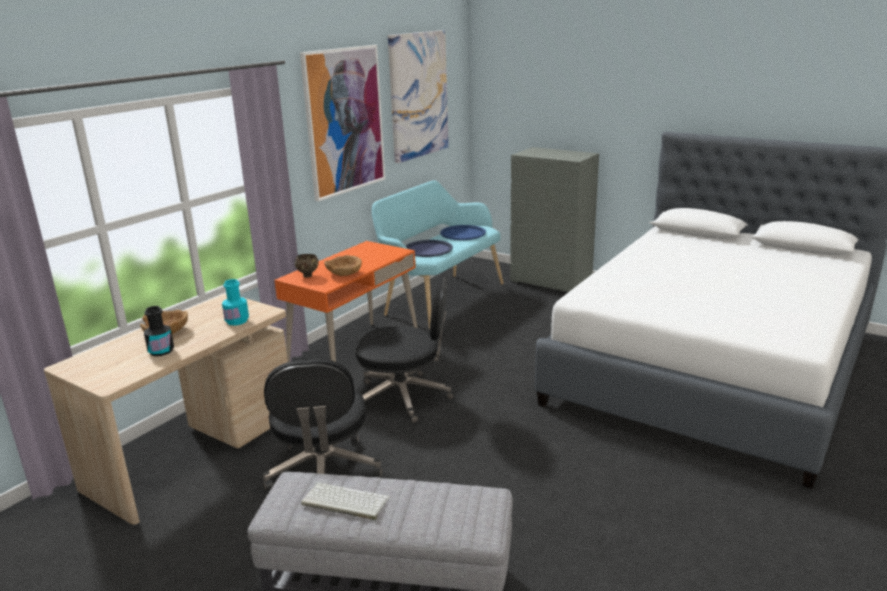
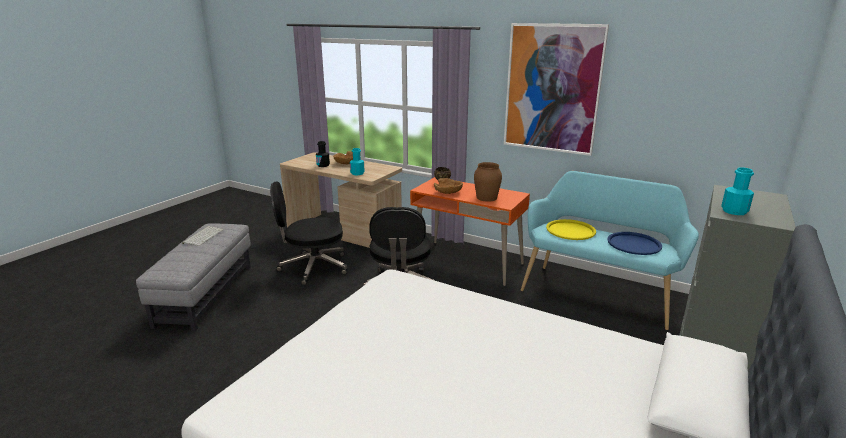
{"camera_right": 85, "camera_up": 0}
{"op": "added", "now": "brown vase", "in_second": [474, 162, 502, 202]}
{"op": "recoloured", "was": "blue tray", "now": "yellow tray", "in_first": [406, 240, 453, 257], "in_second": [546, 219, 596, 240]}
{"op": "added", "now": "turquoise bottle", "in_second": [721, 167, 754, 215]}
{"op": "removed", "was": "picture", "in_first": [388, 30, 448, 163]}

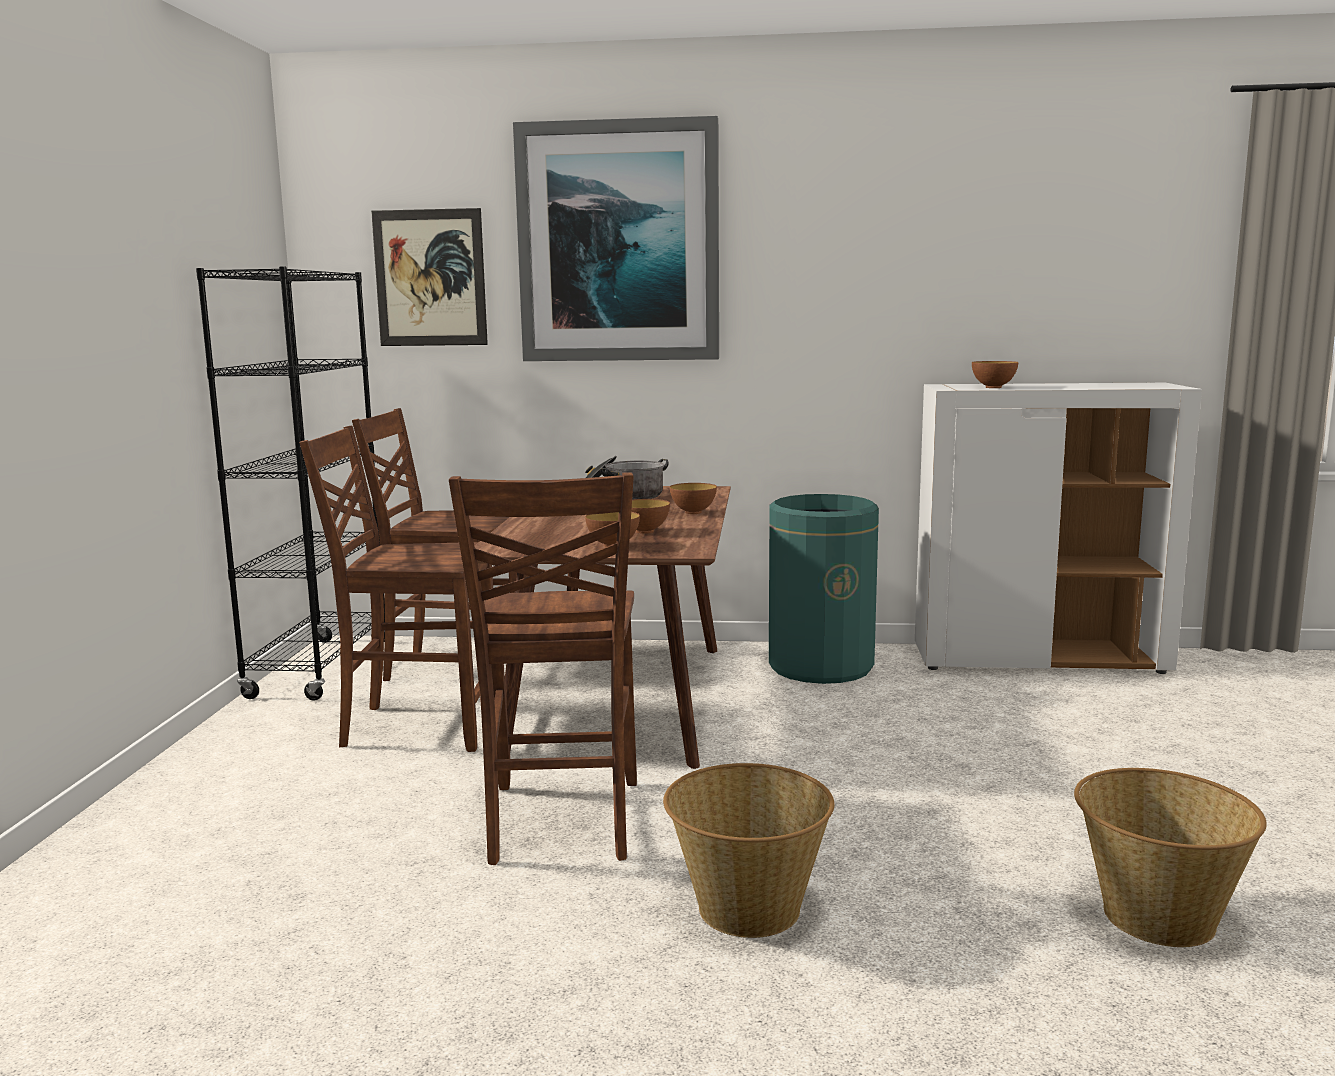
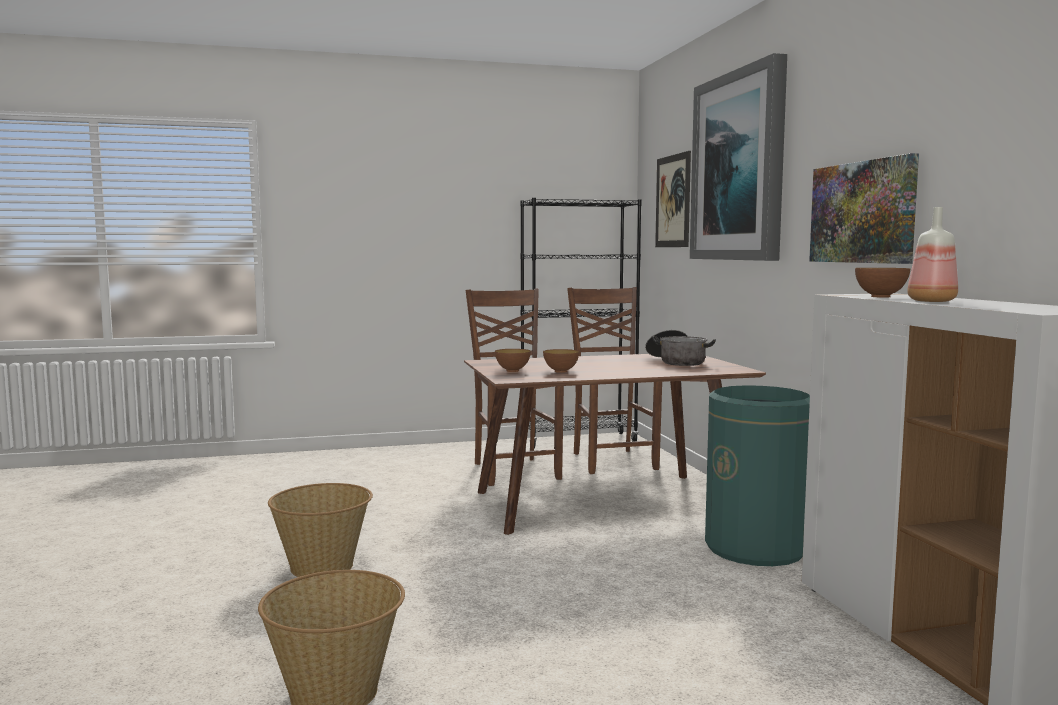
{"camera_right": 70, "camera_up": -5}
{"op": "added", "now": "picture", "in_second": [809, 153, 919, 264]}
{"op": "added", "now": "bottle", "in_second": [907, 207, 958, 302]}
{"op": "removed", "was": "brown chair", "in_first": [449, 472, 637, 865]}
{"op": "removed", "was": "bowl", "in_first": [670, 483, 717, 514]}

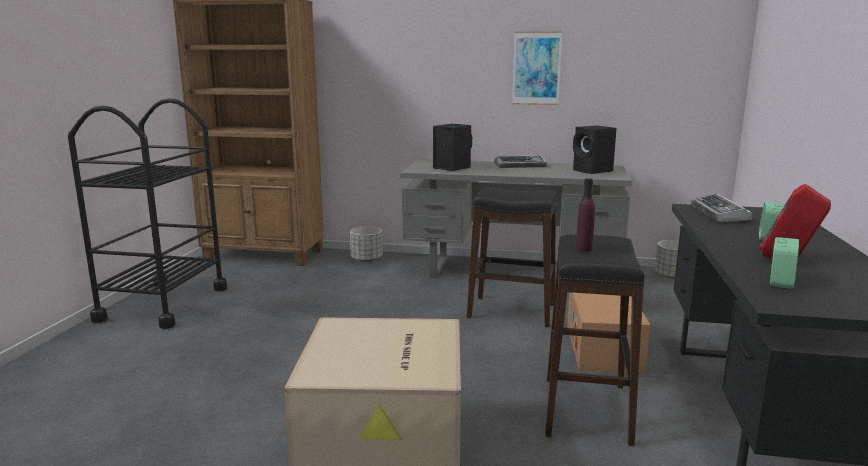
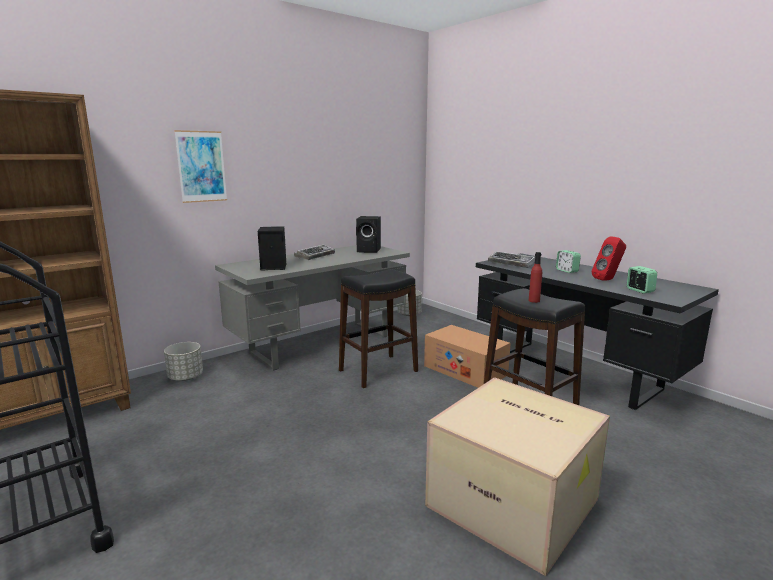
{"camera_right": -50, "camera_up": 0}
{"op": "moved", "was": "picture", "in_first": [512, 31, 562, 105], "in_second": [174, 130, 227, 203]}
{"op": "recoloured", "was": "purple bottle", "now": "red bottle", "in_first": [576, 178, 595, 252], "in_second": [528, 252, 542, 303]}

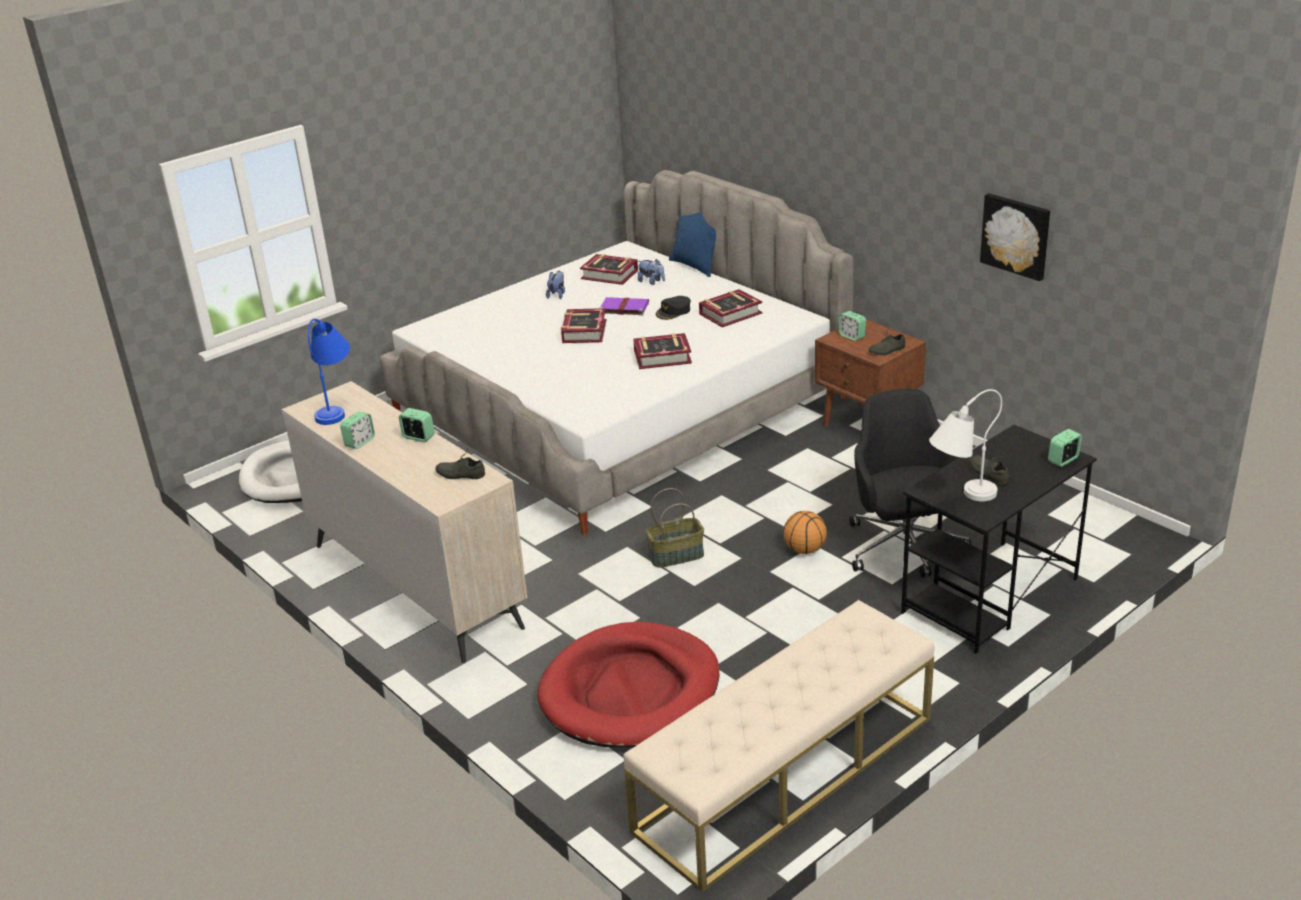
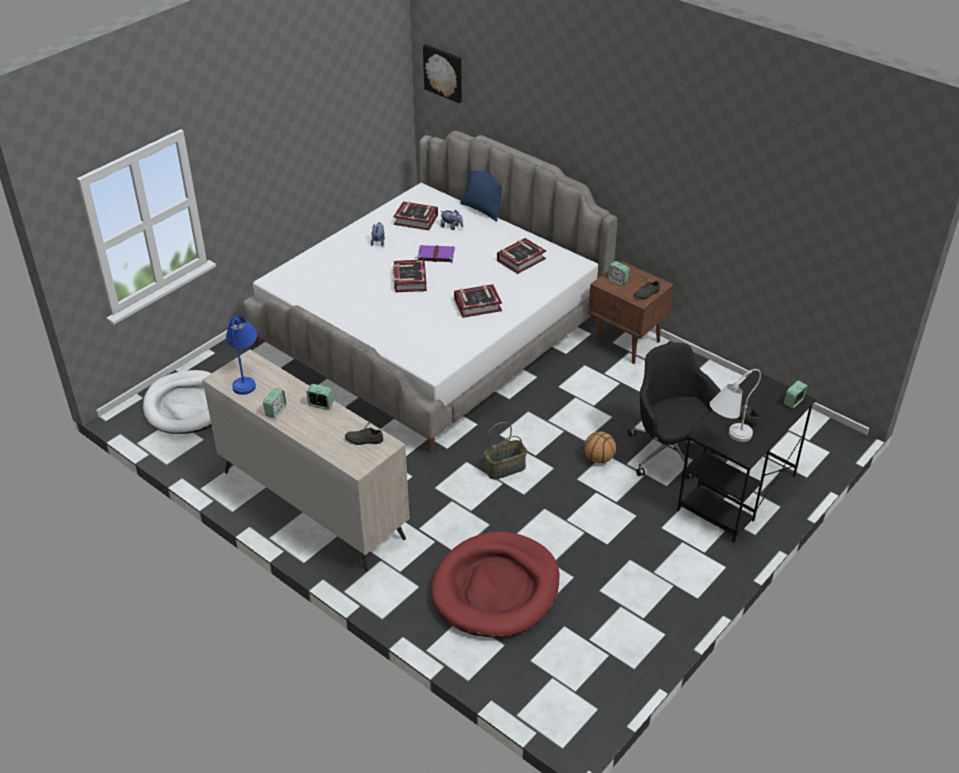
{"camera_right": -10, "camera_up": 10}
{"op": "moved", "was": "picture", "in_first": [980, 193, 1050, 281], "in_second": [423, 44, 462, 103]}
{"op": "removed", "was": "beige bench", "in_first": [624, 600, 935, 893]}
{"op": "removed", "was": "black cap", "in_first": [656, 296, 691, 320]}

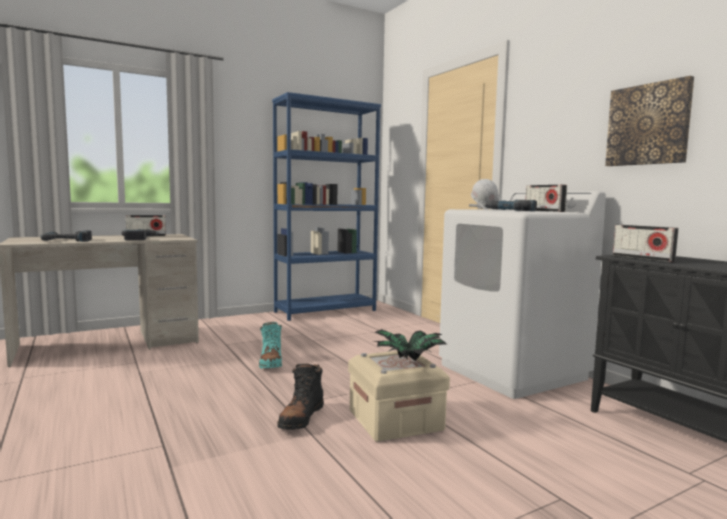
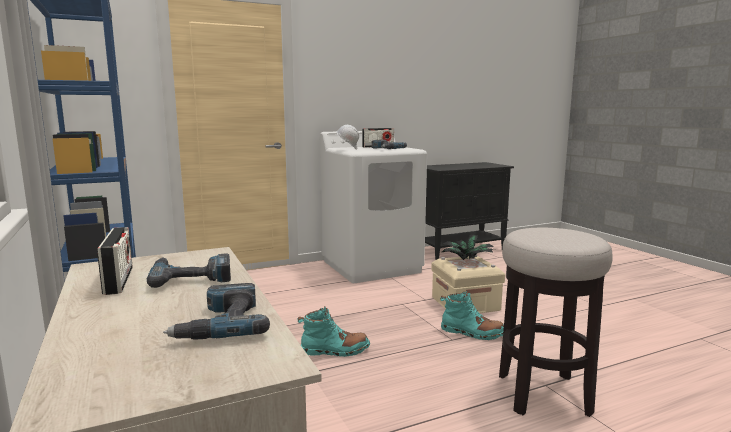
{"camera_right": -85, "camera_up": 5}
{"op": "recoloured", "was": "black boot", "now": "turquoise boot", "in_first": [277, 364, 324, 430], "in_second": [440, 290, 504, 340]}
{"op": "added", "now": "stool", "in_second": [499, 228, 613, 417]}
{"op": "removed", "was": "picture", "in_first": [605, 76, 694, 166]}
{"op": "removed", "was": "radio", "in_first": [613, 225, 679, 262]}

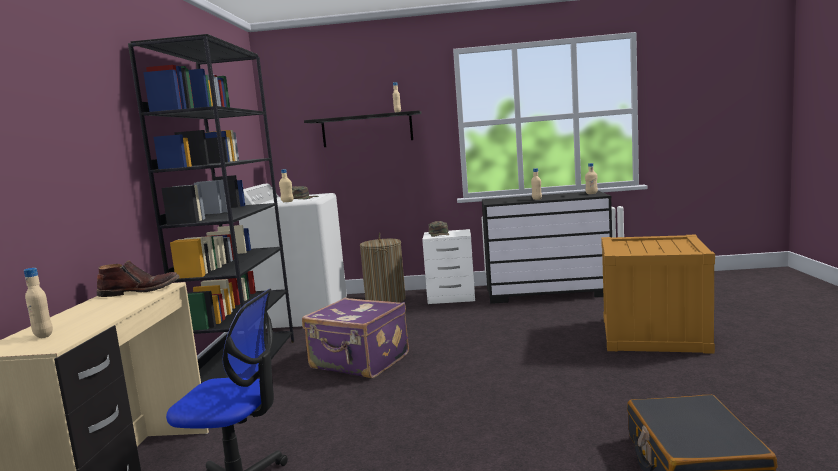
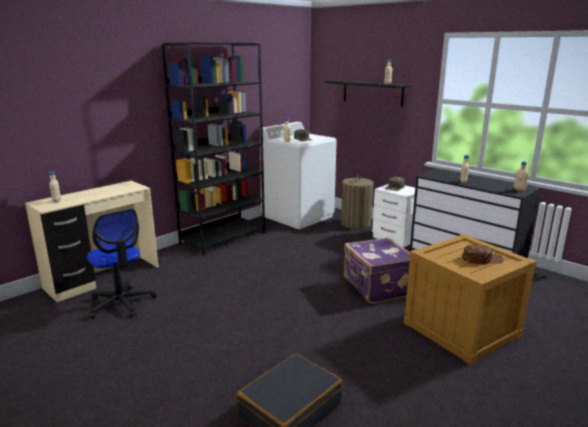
{"camera_right": 40, "camera_up": 10}
{"op": "moved", "was": "purple suitcase", "in_first": [302, 297, 409, 378], "in_second": [344, 237, 410, 304]}
{"op": "added", "now": "brown cap", "in_second": [463, 244, 504, 264]}
{"op": "removed", "was": "brown boot", "in_first": [97, 260, 180, 297]}

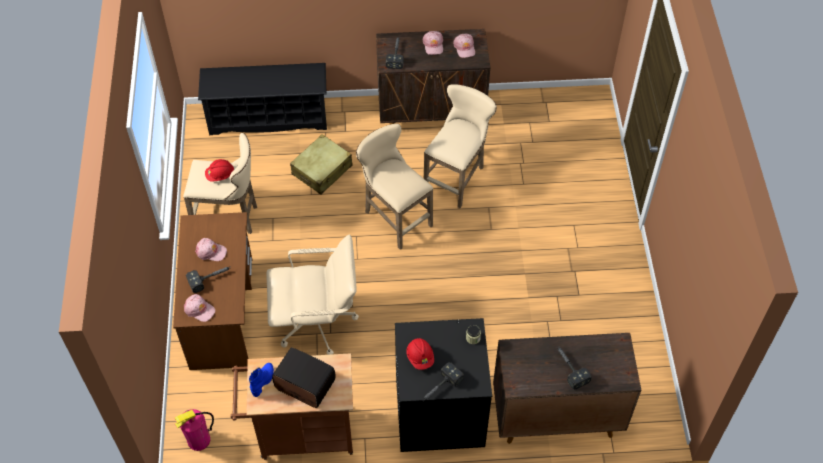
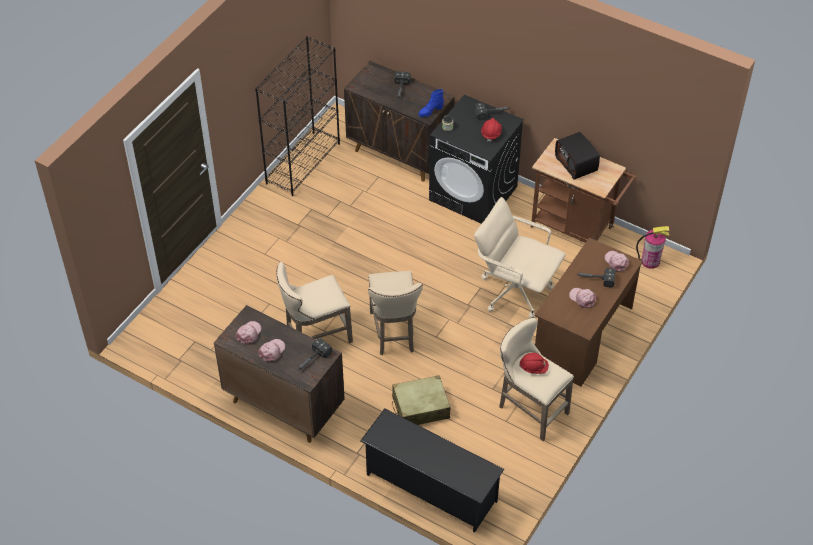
{"camera_right": -145, "camera_up": -5}
{"op": "added", "now": "black bookcase", "in_second": [255, 36, 340, 196]}
{"op": "moved", "was": "blue boot", "in_first": [249, 363, 274, 397], "in_second": [418, 89, 444, 117]}

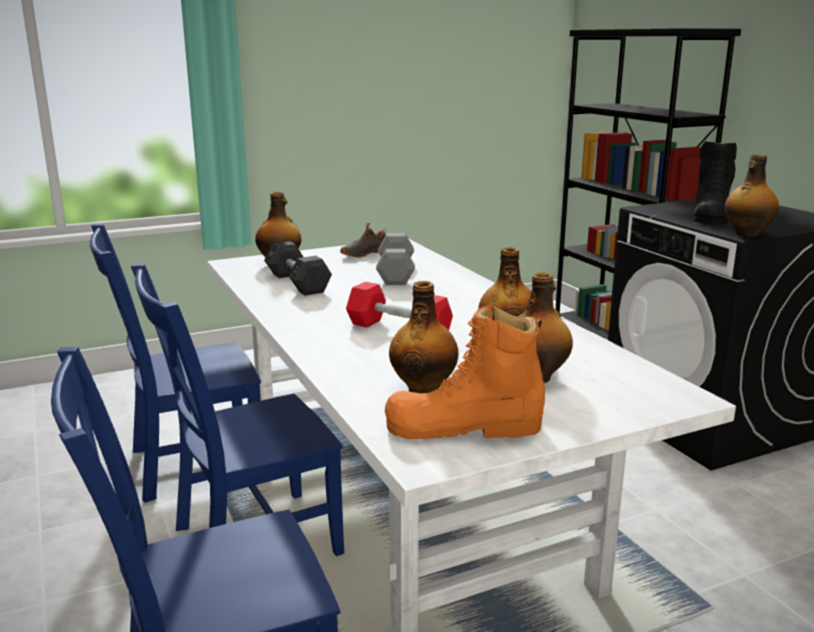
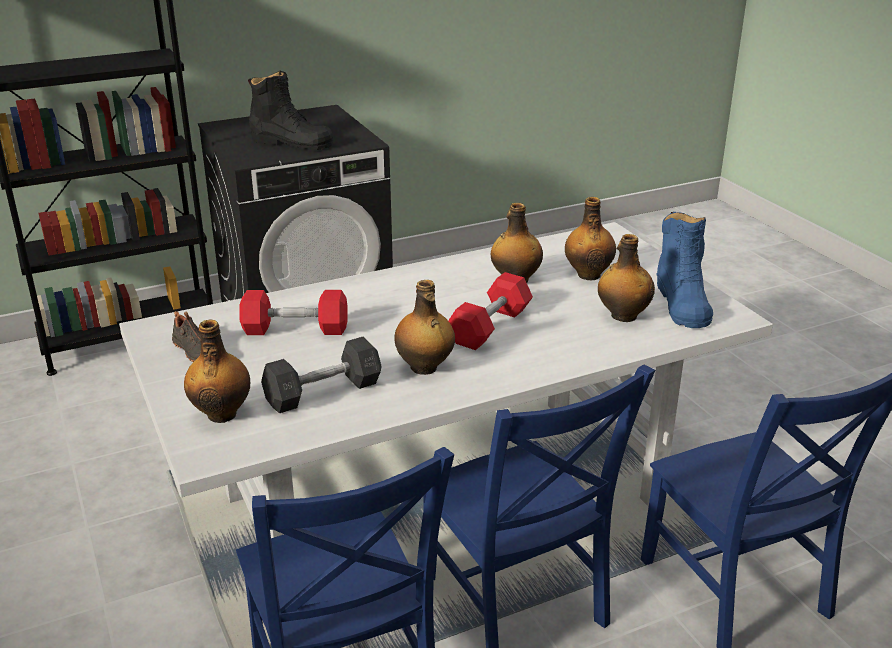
{"camera_right": -90, "camera_up": 10}
{"op": "recoloured", "was": "grey dumbbell", "now": "red dumbbell", "in_first": [376, 233, 415, 285], "in_second": [239, 290, 348, 335]}
{"op": "moved", "was": "bottle", "in_first": [725, 154, 779, 237], "in_second": [394, 280, 455, 375]}
{"op": "recoloured", "was": "orange boot", "now": "blue boot", "in_first": [385, 305, 545, 439], "in_second": [656, 212, 713, 328]}

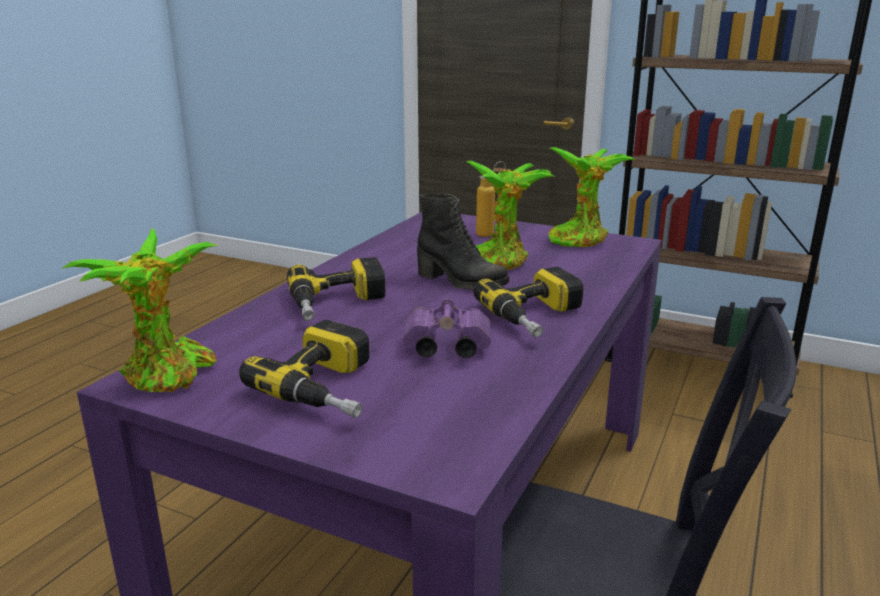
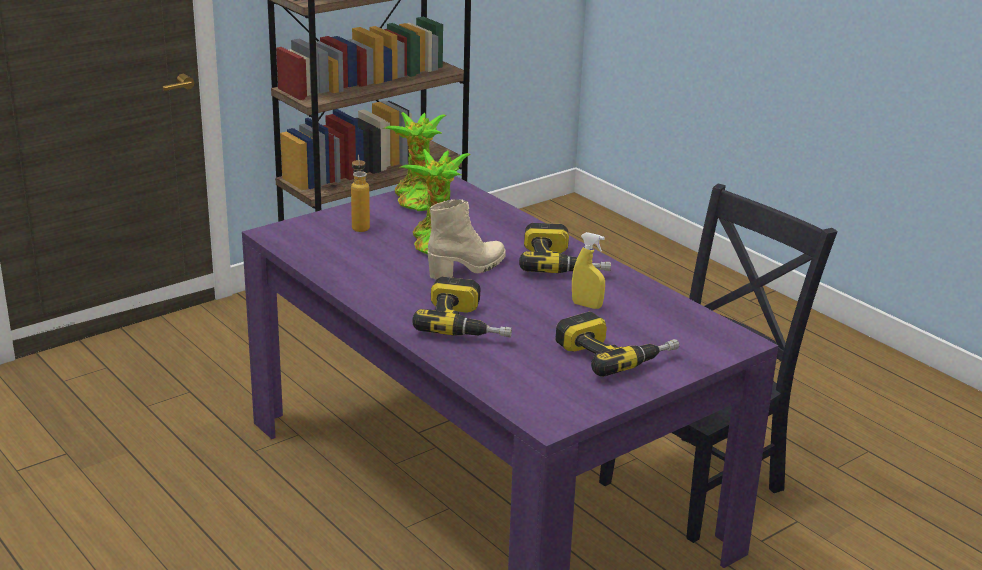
{"camera_right": -65, "camera_up": 5}
{"op": "recoloured", "was": "black boot", "now": "beige boot", "in_first": [417, 193, 509, 290], "in_second": [427, 199, 506, 279]}
{"op": "replaced", "was": "purple binoculars", "now": "yellow spray bottle", "in_first": [402, 299, 491, 358], "in_second": [572, 232, 605, 309]}
{"op": "removed", "was": "potted plant", "in_first": [61, 229, 218, 393]}

